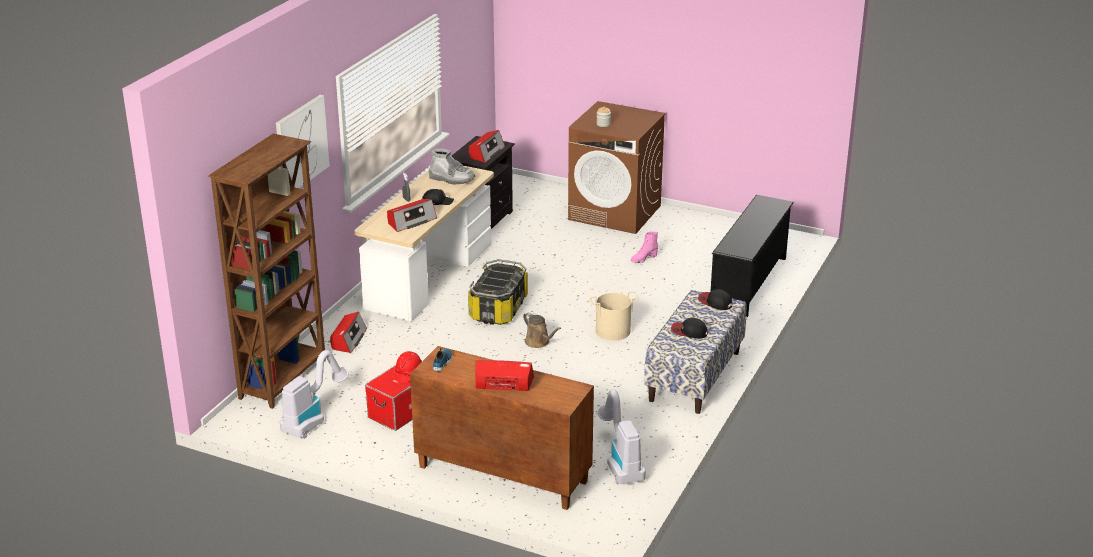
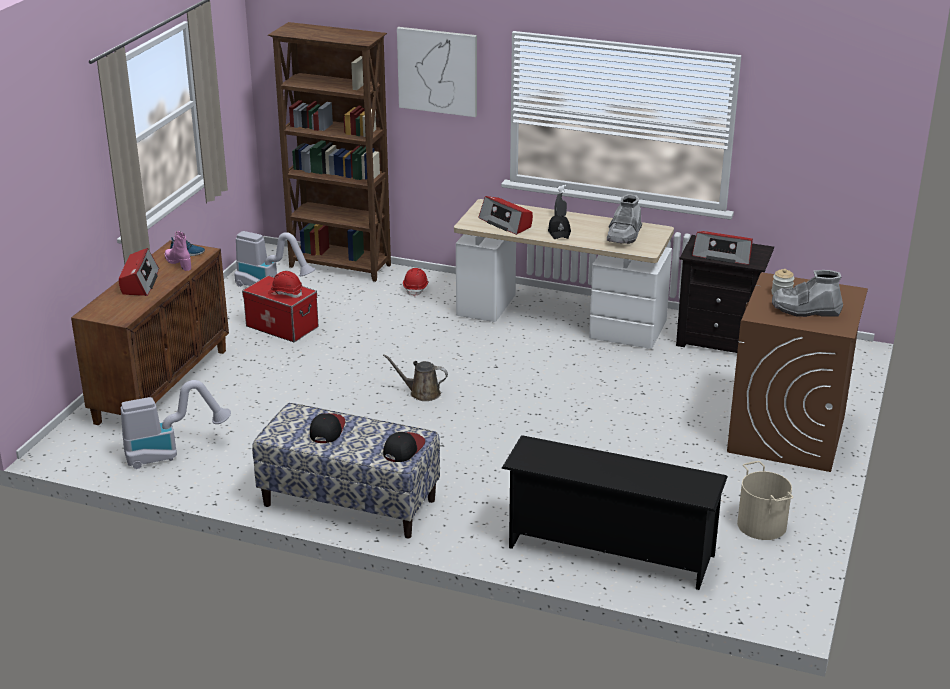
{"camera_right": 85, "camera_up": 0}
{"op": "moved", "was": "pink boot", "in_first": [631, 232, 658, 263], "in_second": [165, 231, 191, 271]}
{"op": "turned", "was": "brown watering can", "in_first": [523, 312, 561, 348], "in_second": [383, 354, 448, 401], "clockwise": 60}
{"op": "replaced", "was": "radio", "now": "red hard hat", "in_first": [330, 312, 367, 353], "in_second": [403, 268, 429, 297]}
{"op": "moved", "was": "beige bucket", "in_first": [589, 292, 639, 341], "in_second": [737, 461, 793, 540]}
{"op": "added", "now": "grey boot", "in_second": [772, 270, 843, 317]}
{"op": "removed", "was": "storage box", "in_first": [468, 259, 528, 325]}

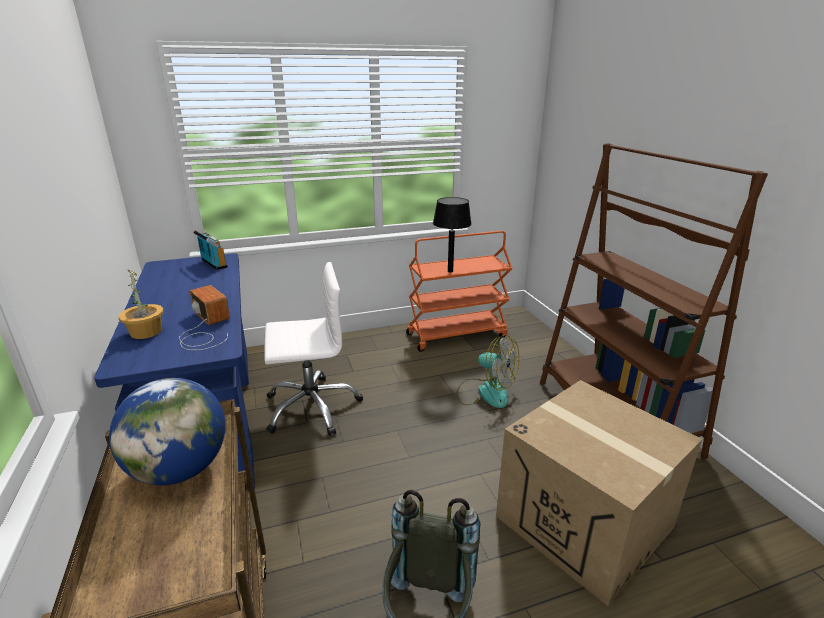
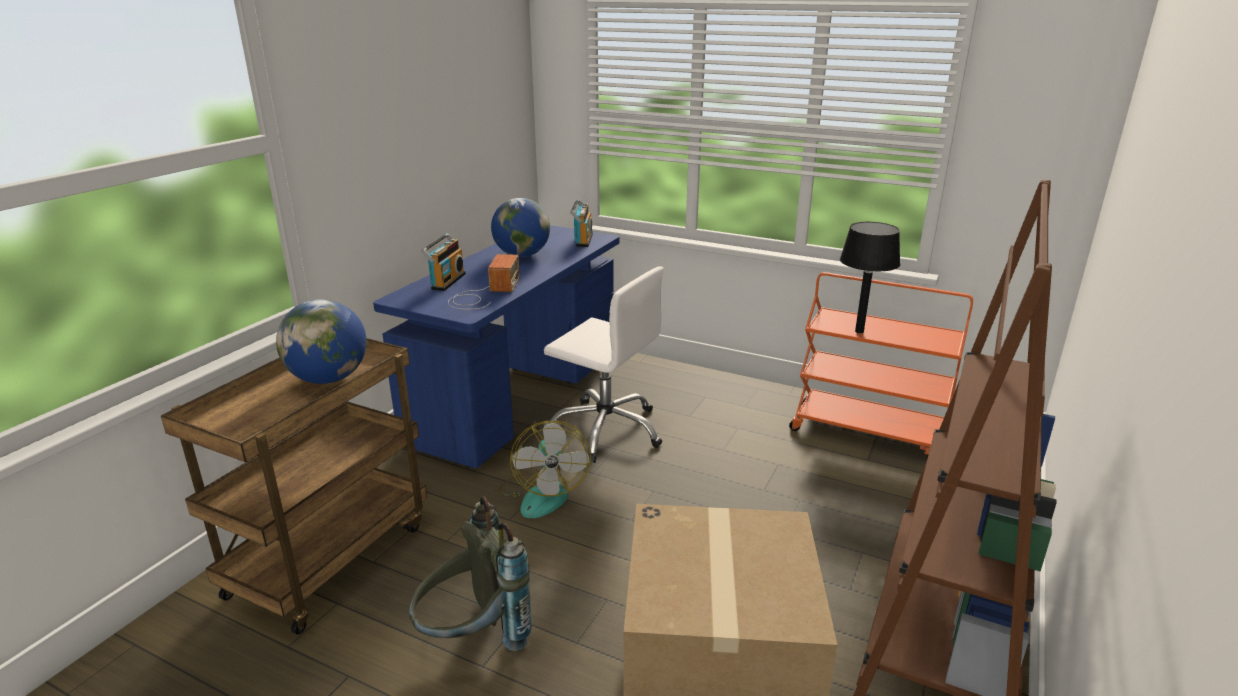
{"camera_right": 45, "camera_up": 0}
{"op": "replaced", "was": "potted plant", "now": "radio", "in_first": [118, 269, 164, 339], "in_second": [421, 233, 466, 291]}
{"op": "added", "now": "globe", "in_second": [491, 198, 550, 257]}
{"op": "moved", "was": "fan", "in_first": [456, 335, 519, 408], "in_second": [498, 420, 591, 518]}

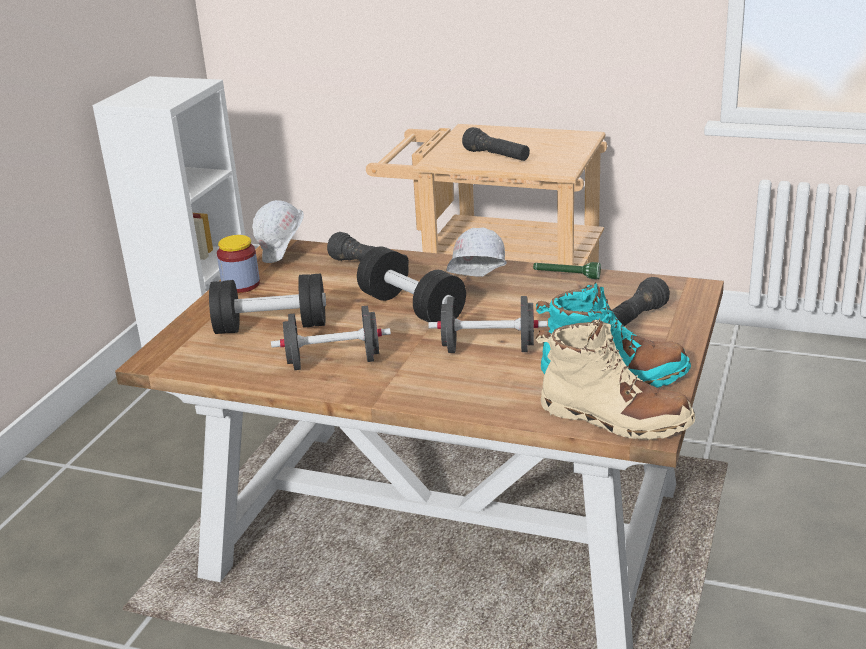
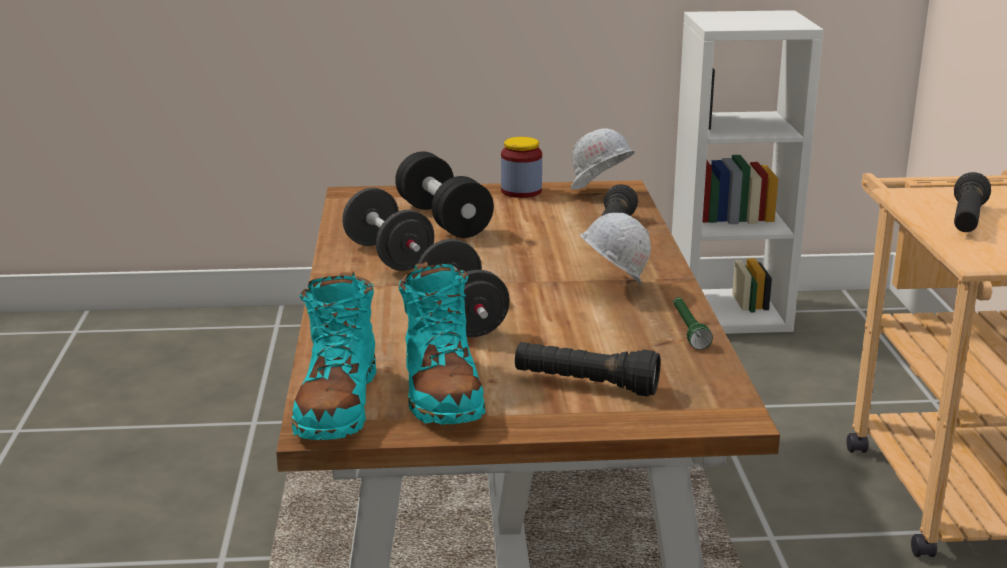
{"camera_right": 65, "camera_up": -5}
{"op": "recoloured", "was": "beige boot", "now": "turquoise boot", "in_first": [535, 319, 695, 440], "in_second": [292, 271, 377, 440]}
{"op": "removed", "was": "black dumbbell", "in_first": [357, 246, 466, 322]}

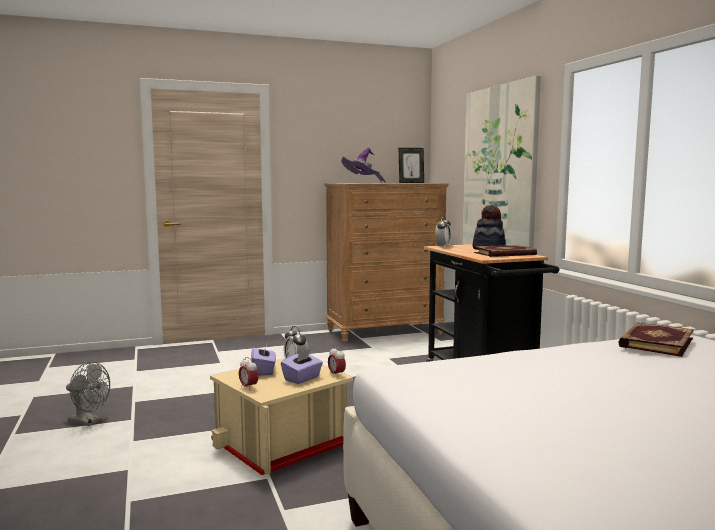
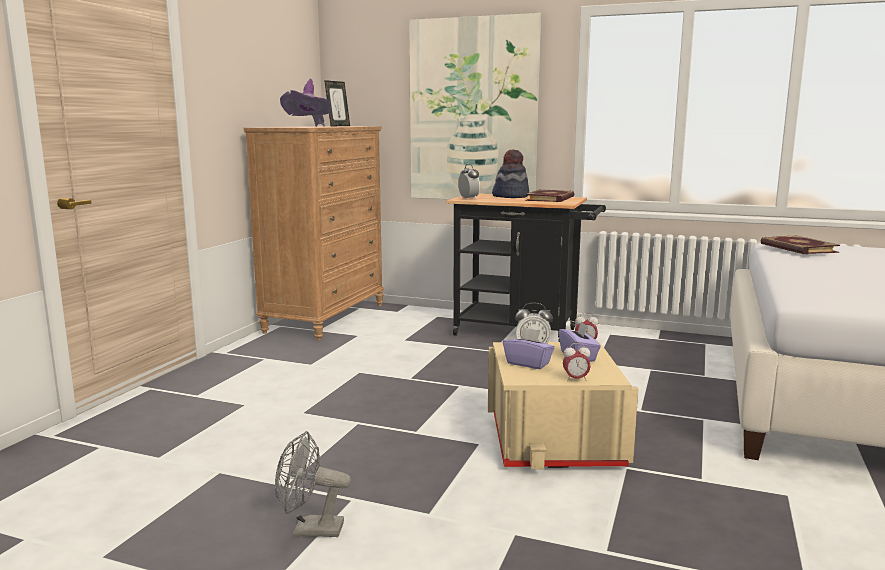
{"camera_right": -50, "camera_up": 5}
{"op": "turned", "was": "grey fan", "in_first": [66, 362, 110, 426], "in_second": [275, 431, 351, 537], "clockwise": -150}

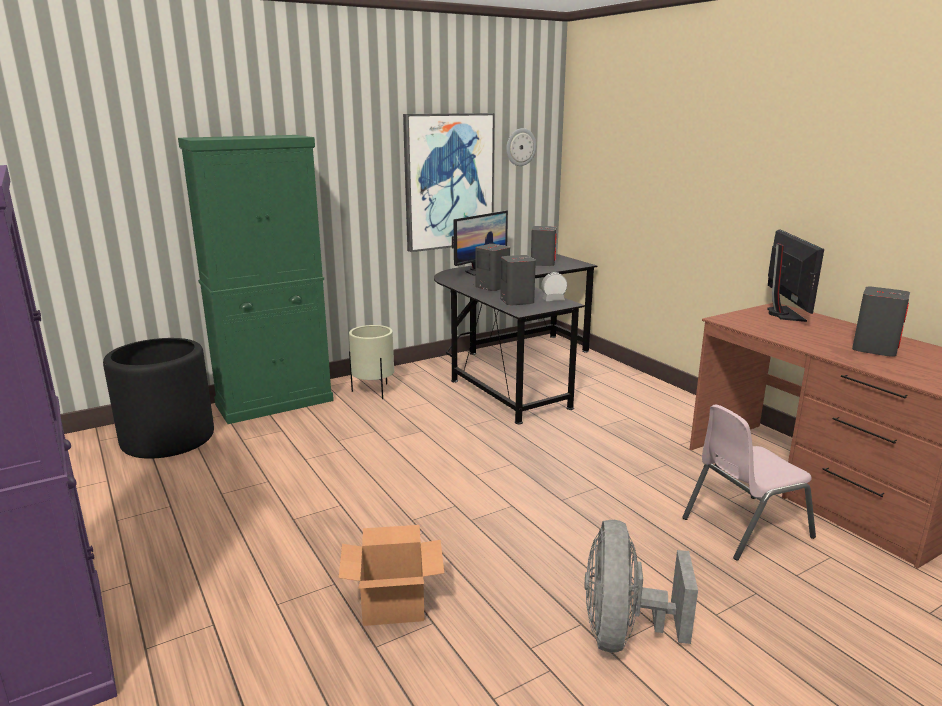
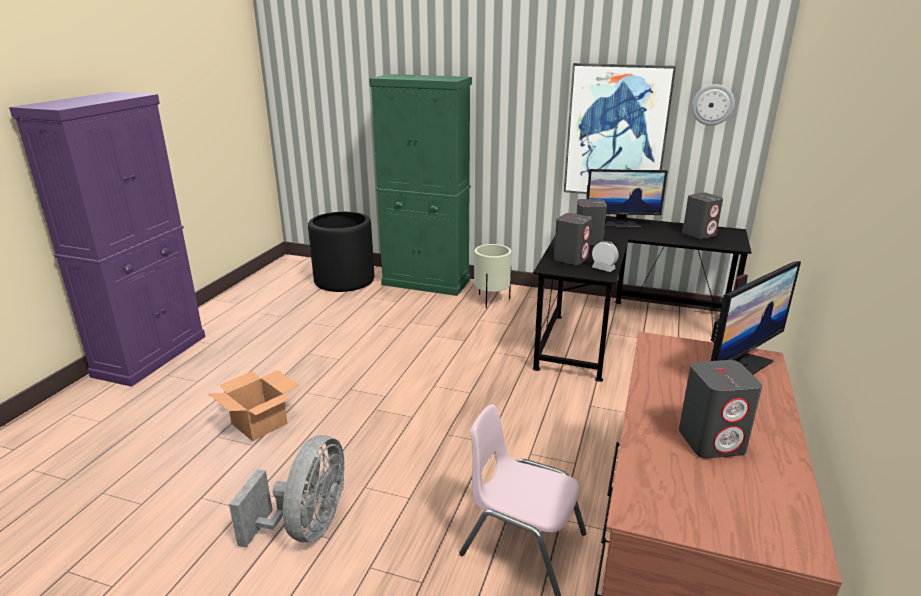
{"camera_right": 50, "camera_up": 5}
{"op": "turned", "was": "grey fan", "in_first": [585, 520, 698, 653], "in_second": [229, 435, 345, 548], "clockwise": 135}

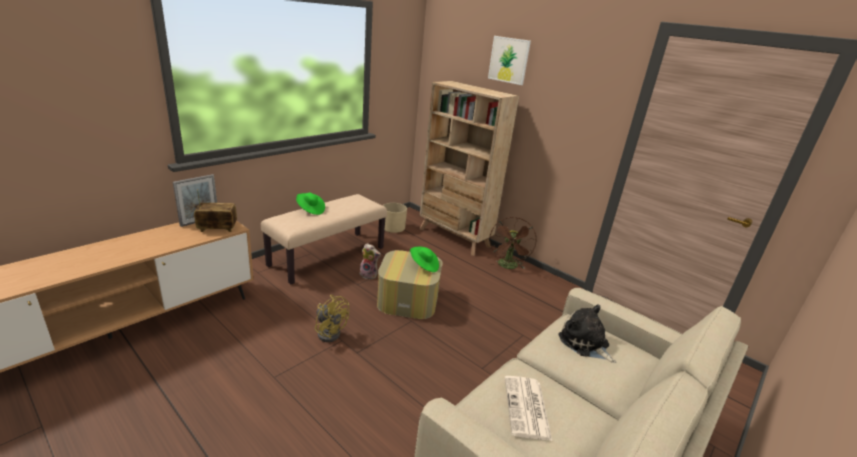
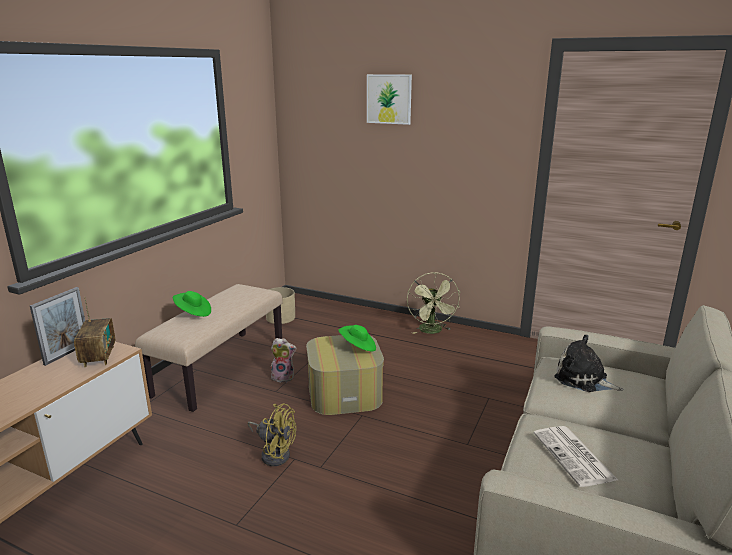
{"camera_right": -15, "camera_up": -5}
{"op": "turned", "was": "radio", "in_first": [194, 189, 237, 232], "in_second": [74, 297, 115, 367], "clockwise": 105}
{"op": "recoloured", "was": "brown fan", "now": "green fan", "in_first": [490, 217, 537, 269], "in_second": [407, 272, 461, 334]}
{"op": "removed", "was": "beige bookcase", "in_first": [420, 81, 519, 256]}

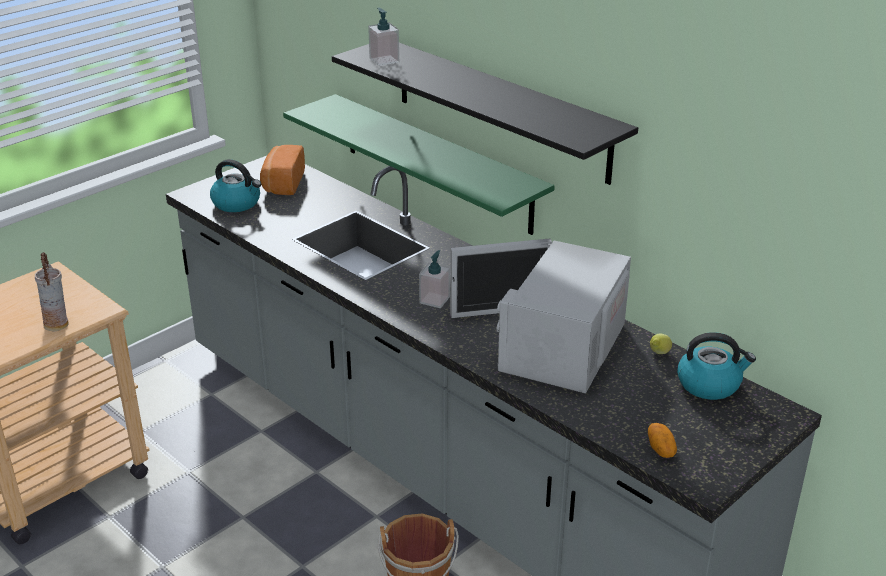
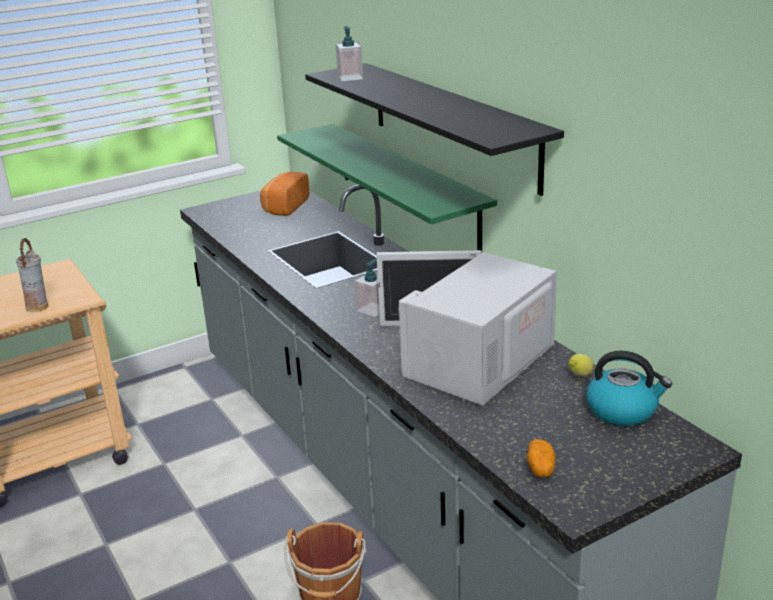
{"camera_right": 15, "camera_up": -5}
{"op": "removed", "was": "kettle", "in_first": [210, 159, 261, 212]}

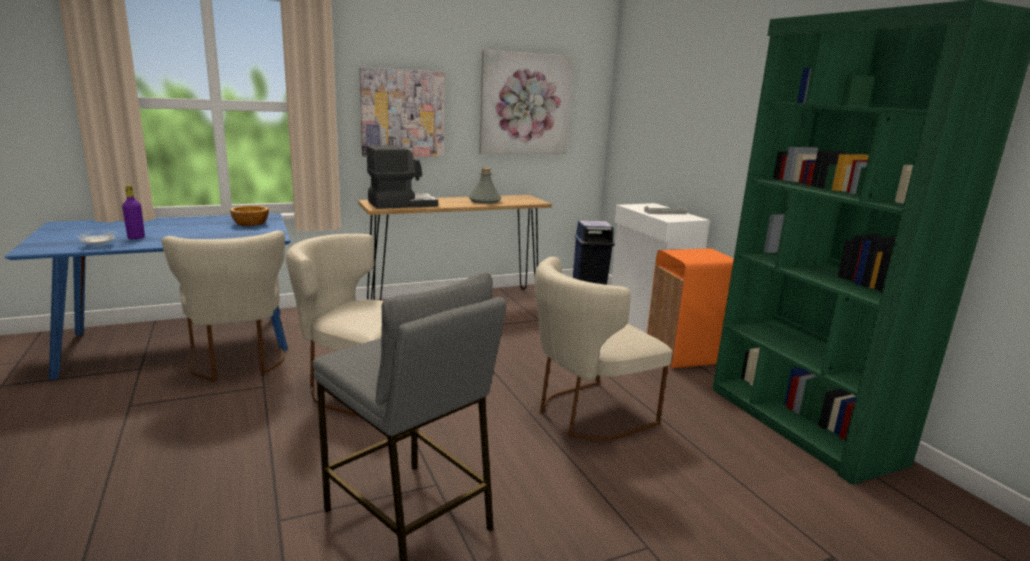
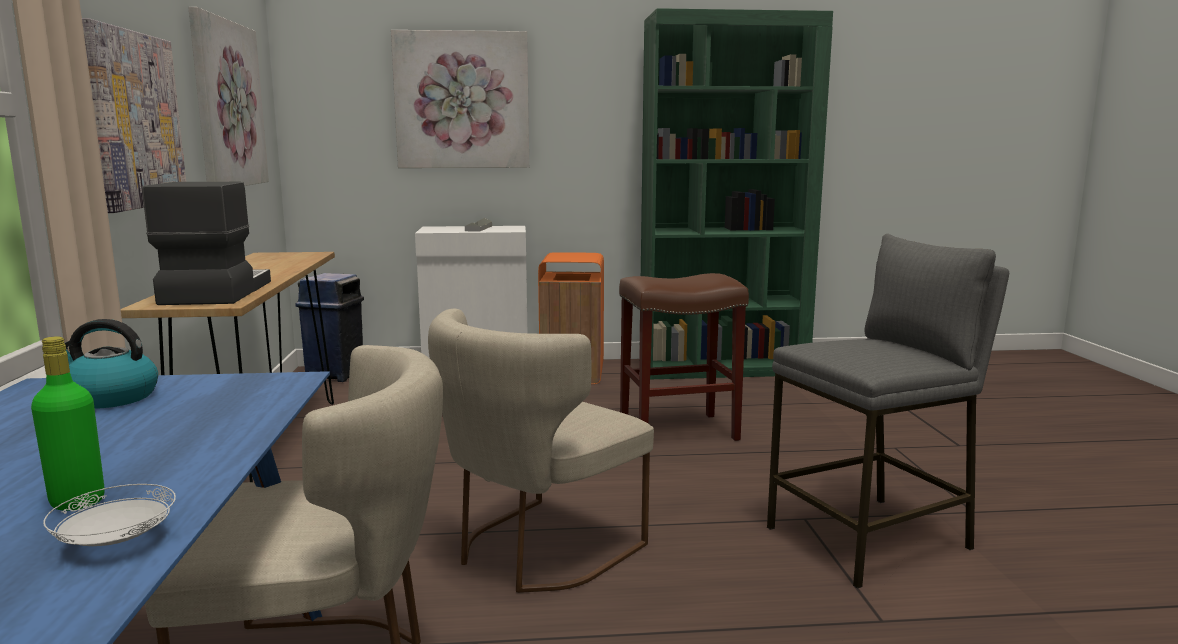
{"camera_right": -70, "camera_up": -5}
{"op": "recoloured", "was": "purple bottle", "now": "green bottle", "in_first": [122, 185, 145, 239], "in_second": [31, 336, 105, 511]}
{"op": "replaced", "was": "bowl", "now": "kettle", "in_first": [230, 206, 269, 226], "in_second": [65, 319, 158, 409]}
{"op": "added", "now": "picture", "in_second": [391, 30, 529, 168]}
{"op": "replaced", "was": "beige chair", "now": "brown stool", "in_first": [534, 257, 672, 441], "in_second": [619, 273, 749, 441]}
{"op": "removed", "was": "grey bottle", "in_first": [469, 168, 502, 204]}

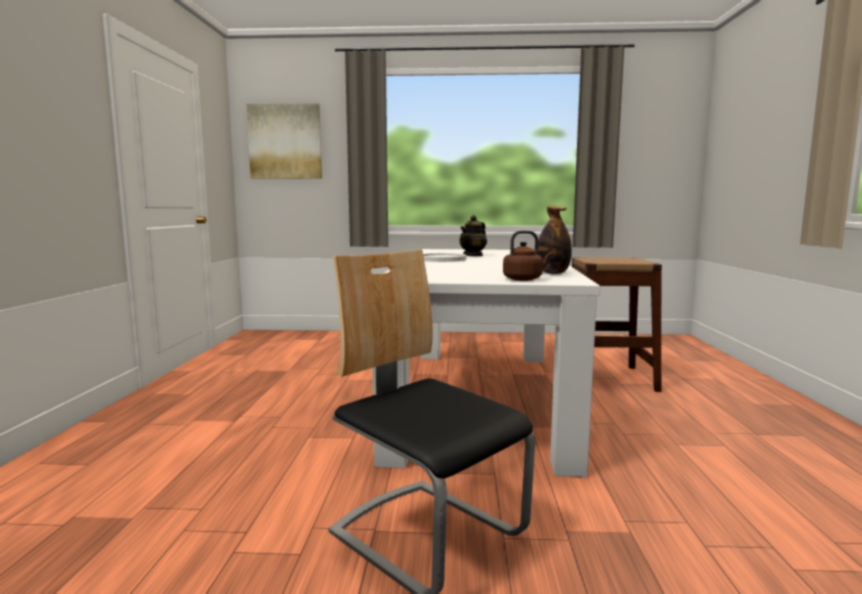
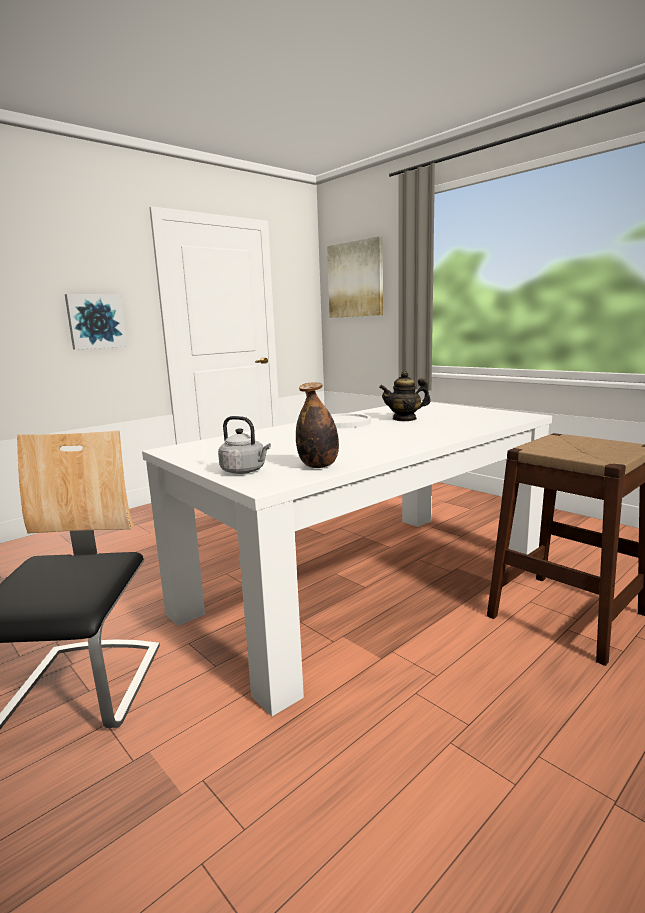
{"camera_right": 45, "camera_up": 5}
{"op": "added", "now": "picture", "in_second": [65, 294, 127, 350]}
{"op": "recoloured", "was": "brown kettle", "now": "grey kettle", "in_first": [503, 231, 553, 281], "in_second": [218, 416, 271, 474]}

